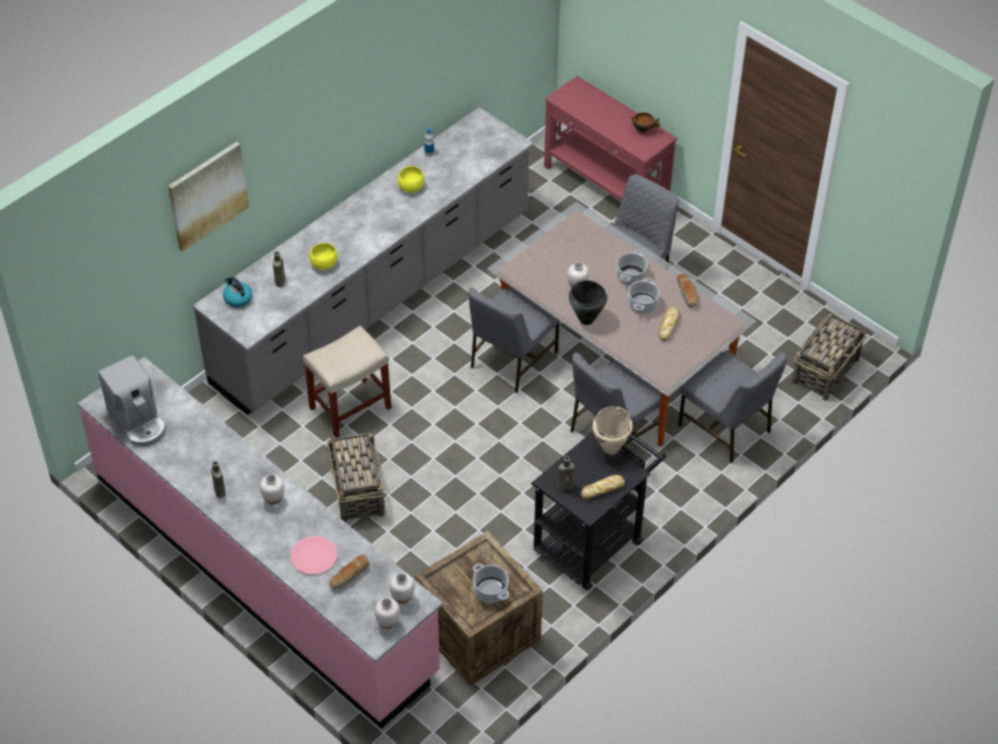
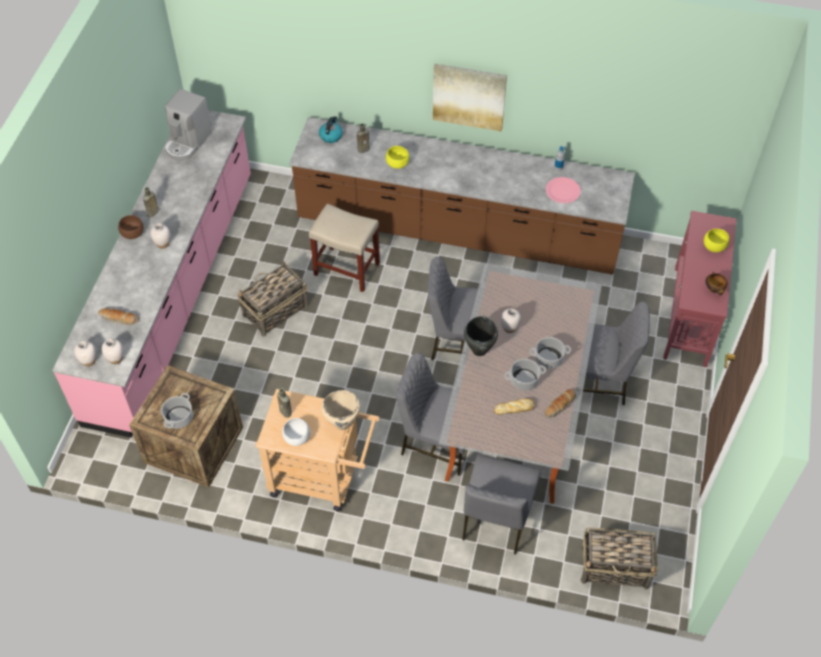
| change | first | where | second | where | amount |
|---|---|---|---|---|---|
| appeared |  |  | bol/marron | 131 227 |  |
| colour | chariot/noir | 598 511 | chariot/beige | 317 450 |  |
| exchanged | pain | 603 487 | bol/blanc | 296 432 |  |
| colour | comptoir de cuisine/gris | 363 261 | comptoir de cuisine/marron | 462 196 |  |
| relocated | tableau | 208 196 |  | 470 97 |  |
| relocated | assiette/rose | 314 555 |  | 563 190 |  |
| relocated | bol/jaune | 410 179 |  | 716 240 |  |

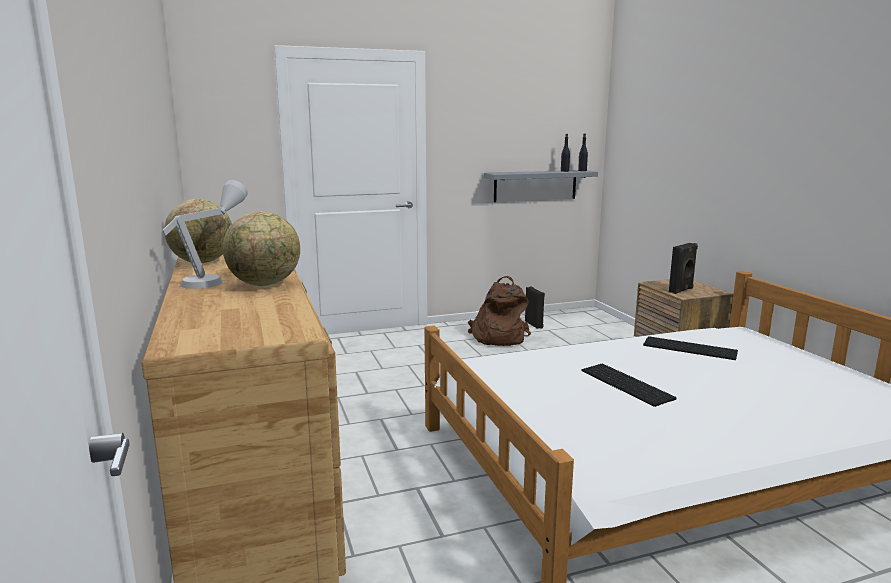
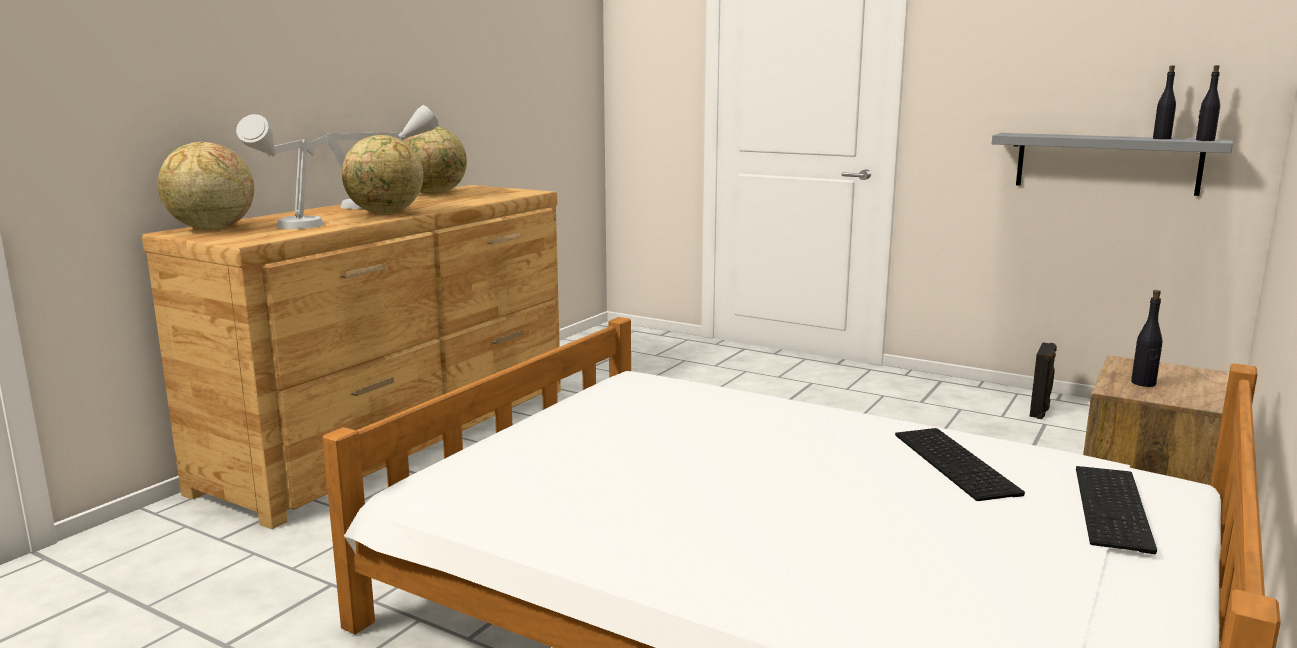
| change | first | where | second | where | amount |
|---|---|---|---|---|---|
| appeared |  |  | globe | 206 186 |  |
| appeared |  |  | lampe de table/gris | 280 171 |  |
| relocated | clavier | 629 385 |  | 1116 510 |  |
| exchanged | enceinte/noir | 683 268 | bouteille/noir | 1146 338 |  |
| missing | sac à dos/marron | 499 311 |  |  |  |

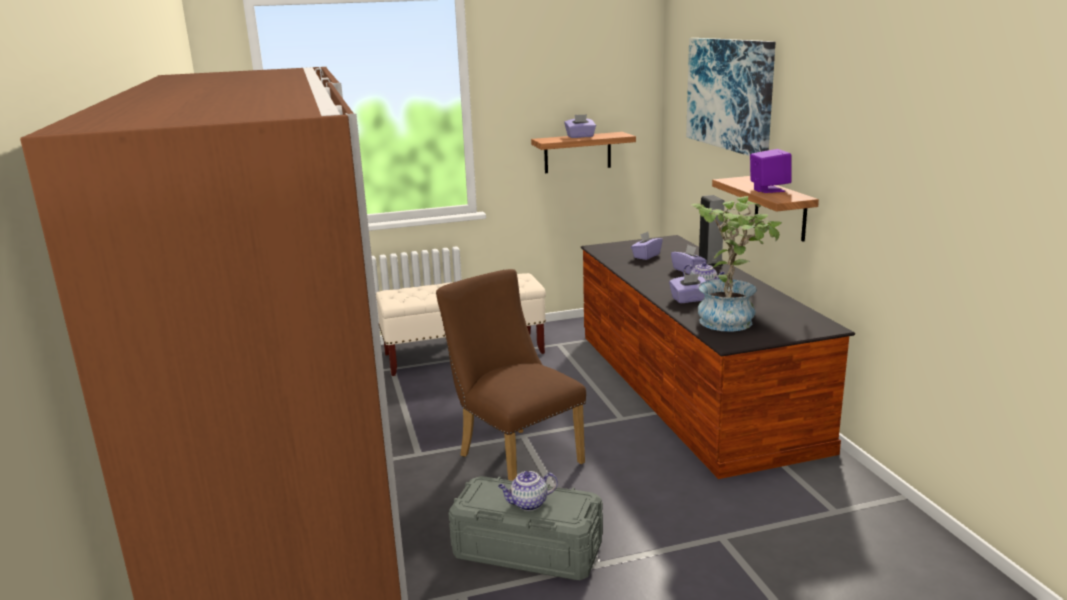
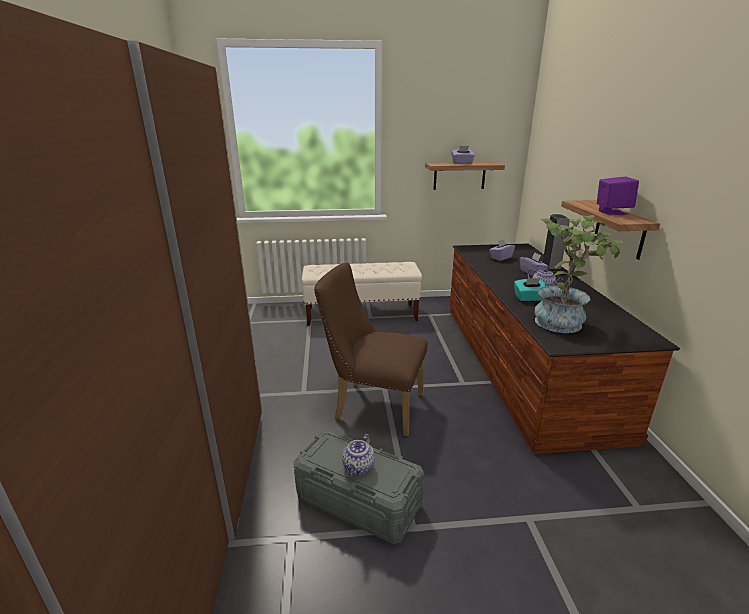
| change | first | where | second | where | amount |
|---|---|---|---|---|---|
| spun | chaise/marron | 511 375 |  | 371 349 | 45 degrees counterclockwise |
| spun | théière | 528 491 |  | 358 455 | 60 degrees counterclockwise |
| colour | boîte à mouchoirs/violet | 687 288 | boîte à mouchoirs/turquoise | 530 289 |  |
| missing | tableau | 730 97 |  |  |  |

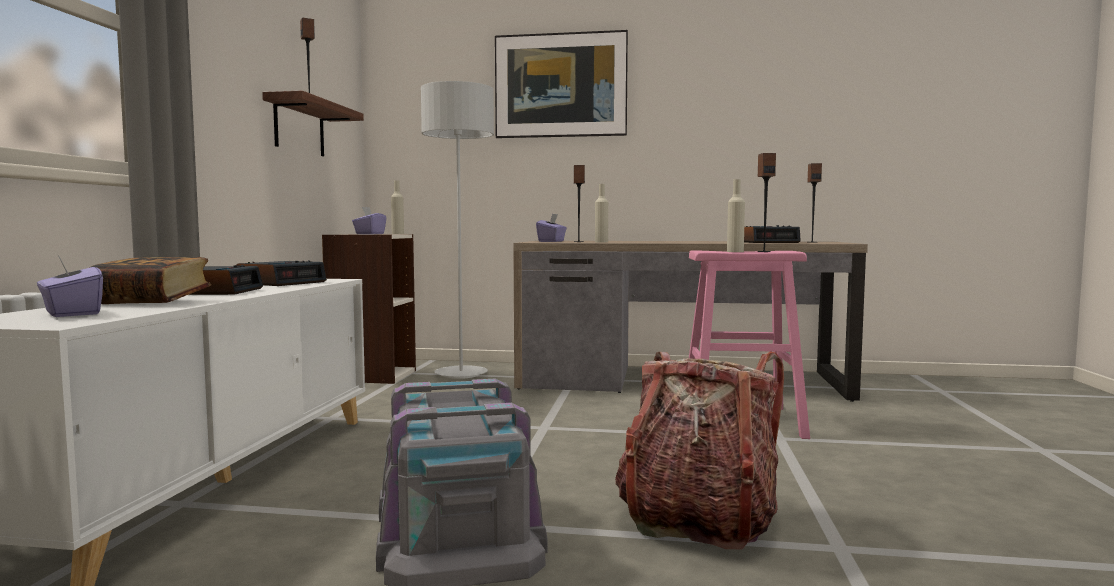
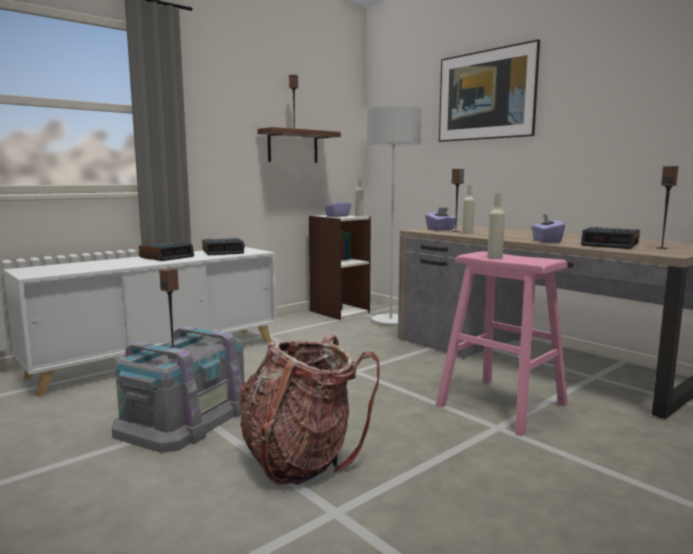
| change | first | where | second | where | amount |
|---|---|---|---|---|---|
| relocated | enceinte | 767 202 |  | 169 313 |  |
| relocated | boîte à mouchoirs/violet | 70 286 |  | 548 228 |  |
| missing | livre | 150 280 |  |  |  |

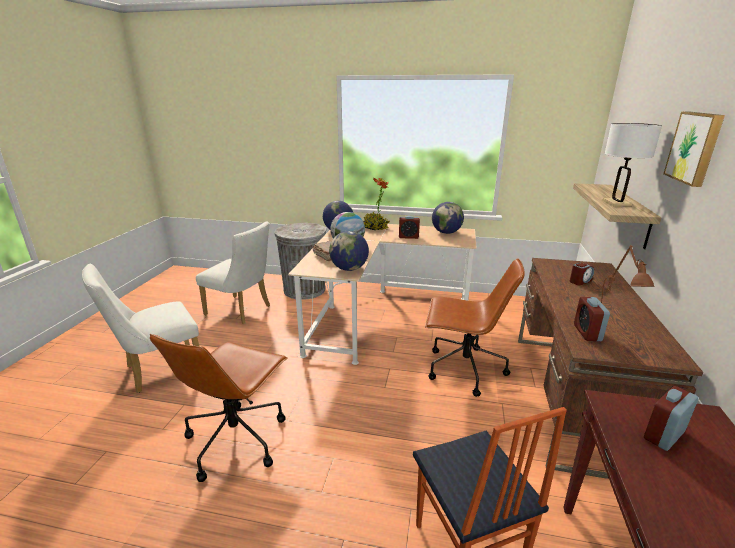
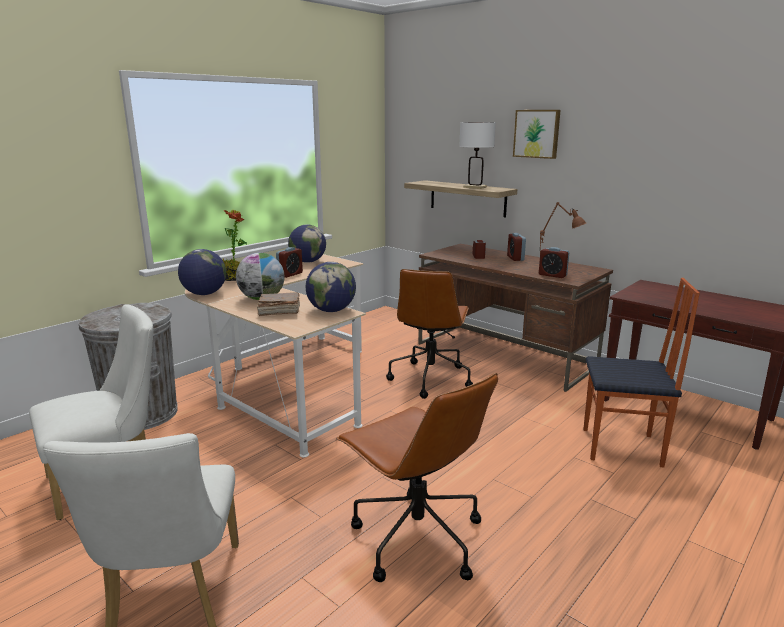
| change | first | where | second | where | amount |
|---|---|---|---|---|---|
| spun | chaise de bureau/marron | 475 327 |  | 429 334 | 150 degrees clockwise |
| relocated | réveil | 671 418 |  | 516 247 |  |

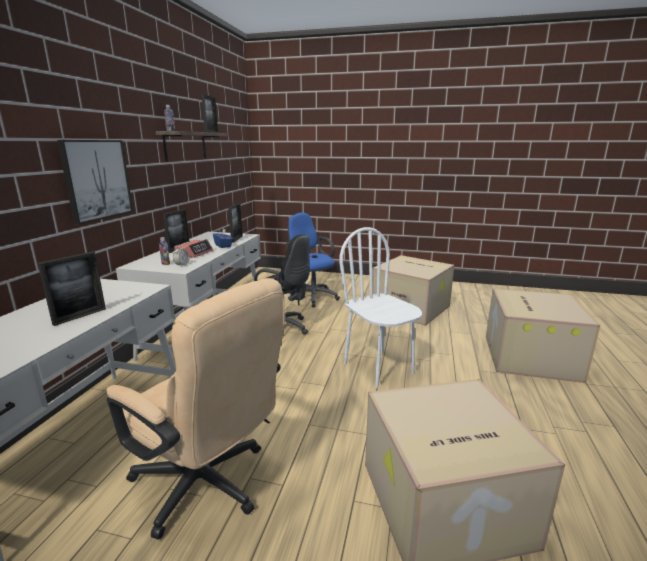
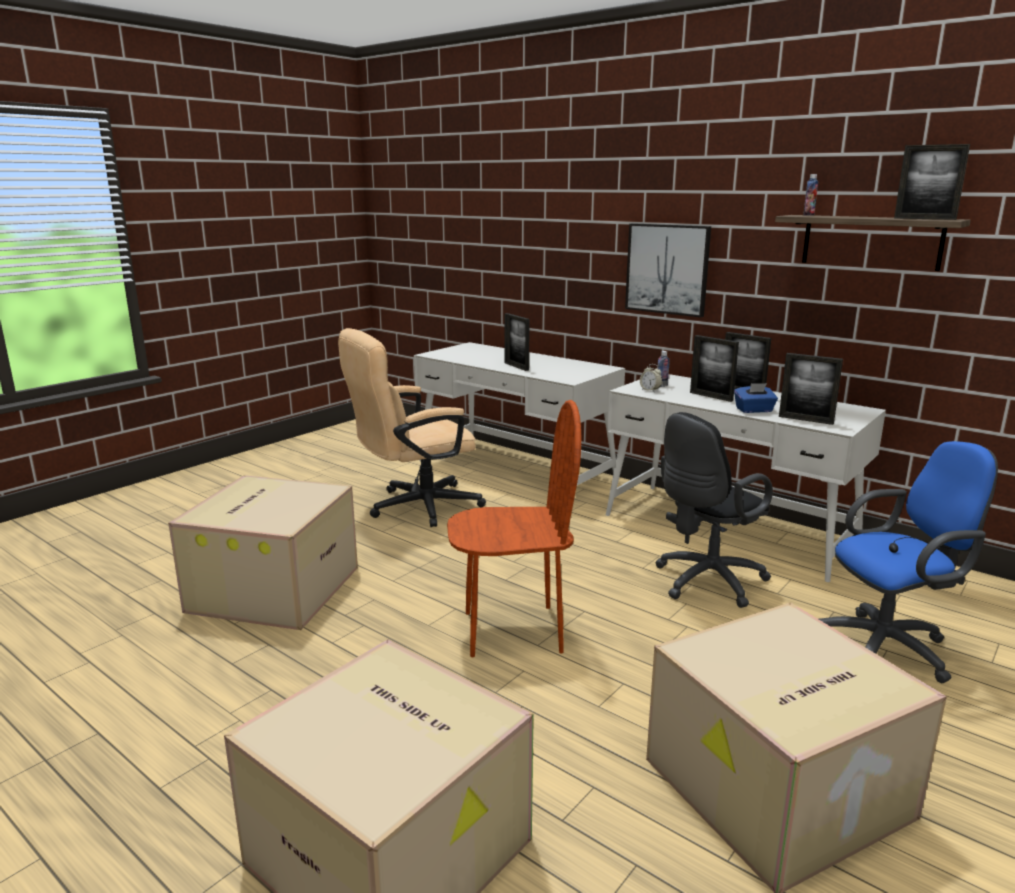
| change | first | where | second | where | amount |
|---|---|---|---|---|---|
| colour | chaise/blanc | 380 307 | chaise/marron | 514 528 |  |
| exchanged | réveil | 193 248 | cadre photo | 714 368 |  |

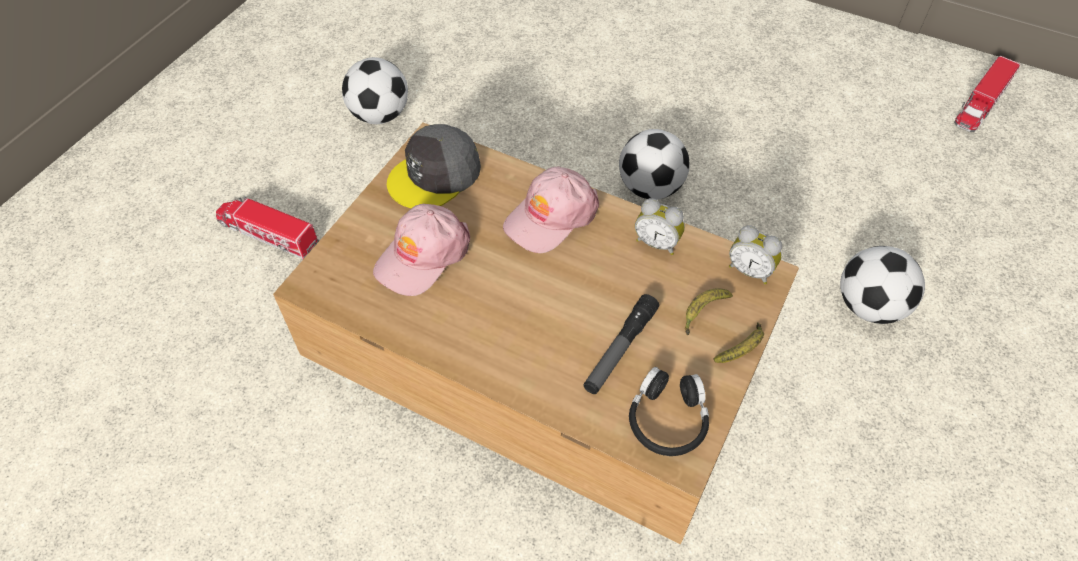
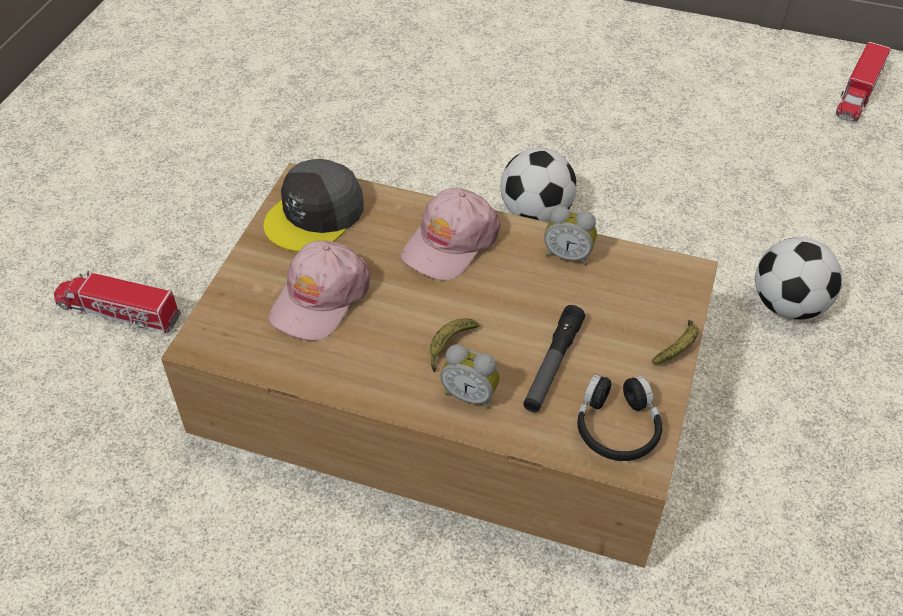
| change | first | where | second | where | amount |
|---|---|---|---|---|---|
| relocated | banane | 709 311 |  | 455 345 |  |
| relocated | réveil | 755 254 |  | 470 376 |  |
| missing | ballon de foot | 375 90 |  |  |  |

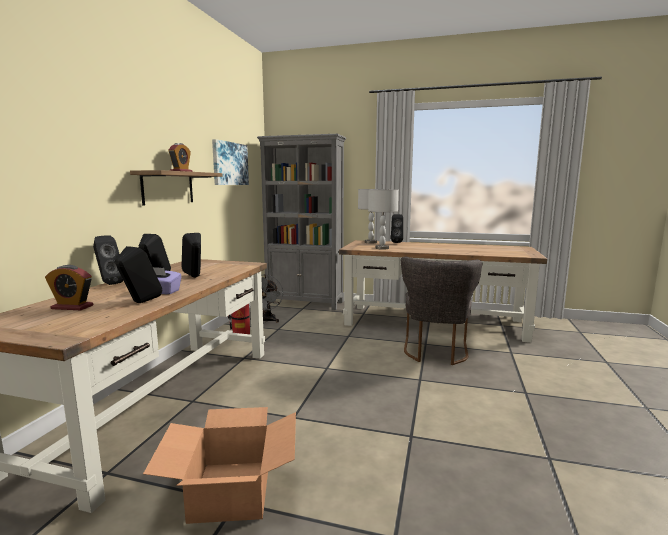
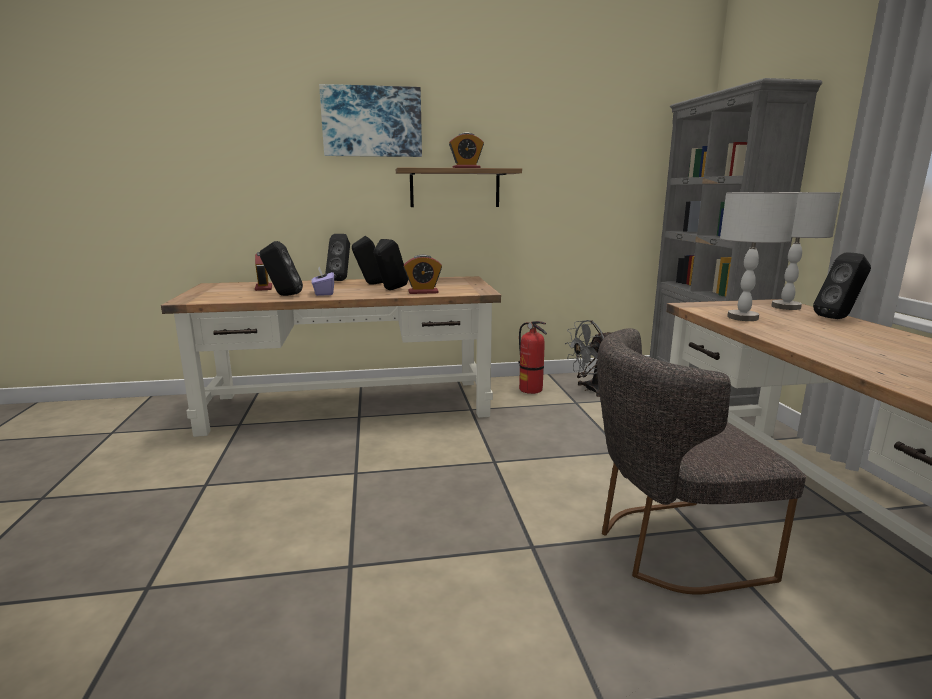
| change | first | where | second | where | amount |
|---|---|---|---|---|---|
| relocated | tableau | 230 162 |  | 370 120 |  |
| appeared |  |  | réveil | 423 274 |  |
| missing | carton | 219 465 |  |  |  |

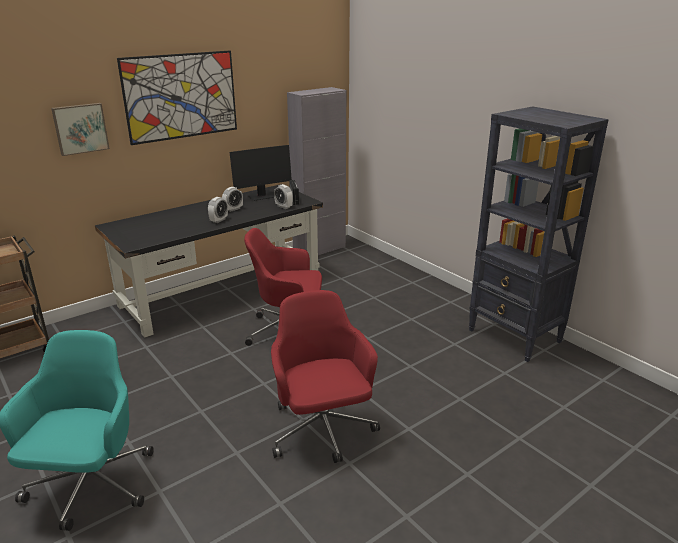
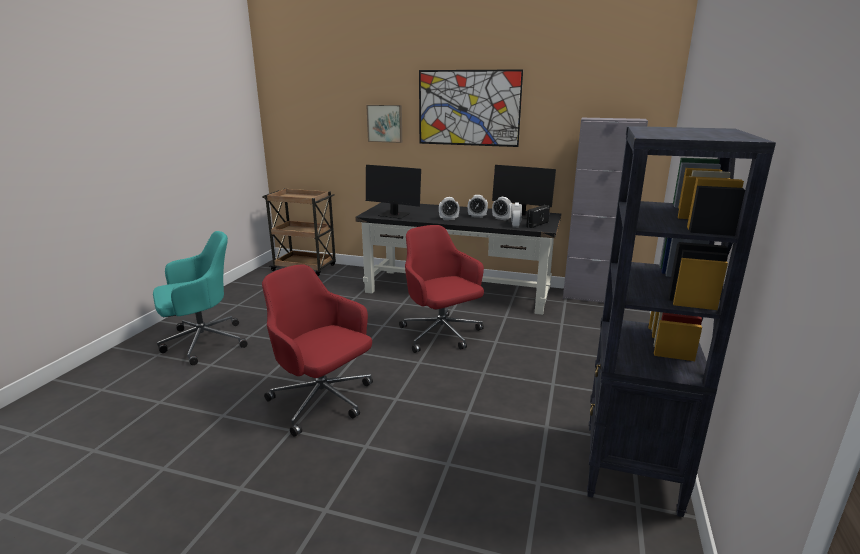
| change | first | where | second | where | amount |
|---|---|---|---|---|---|
| spun | chaise de bureau/rouge | 325 376 |  | 317 350 | 90 degrees counterclockwise |
| appeared |  |  | écran d'ordinateur | 393 192 |  |
| appeared |  |  | réveil | 502 209 |  |

